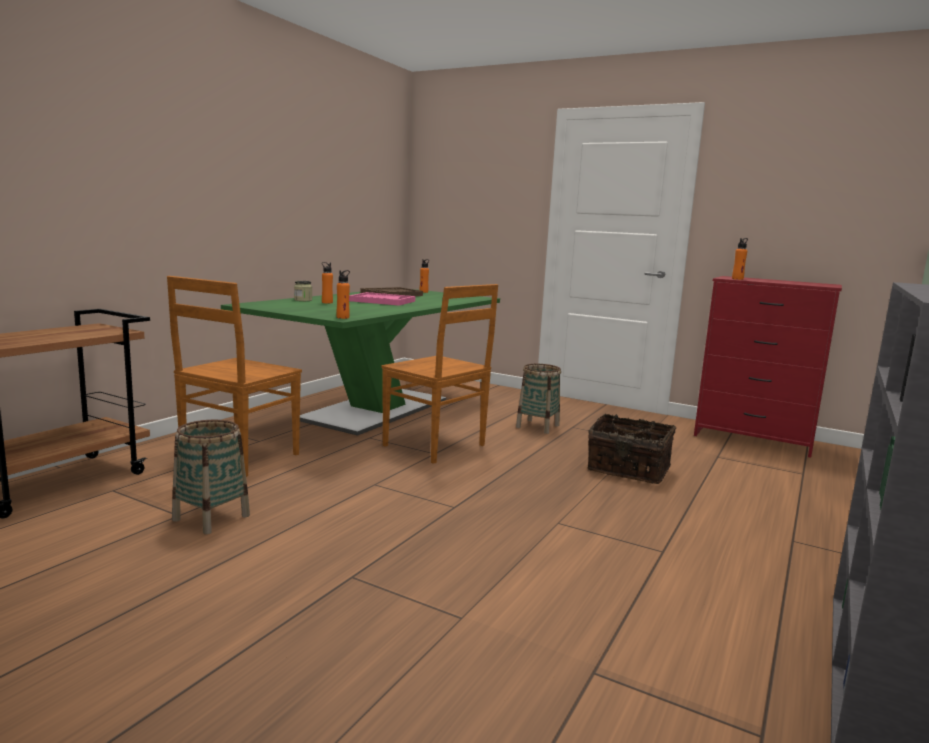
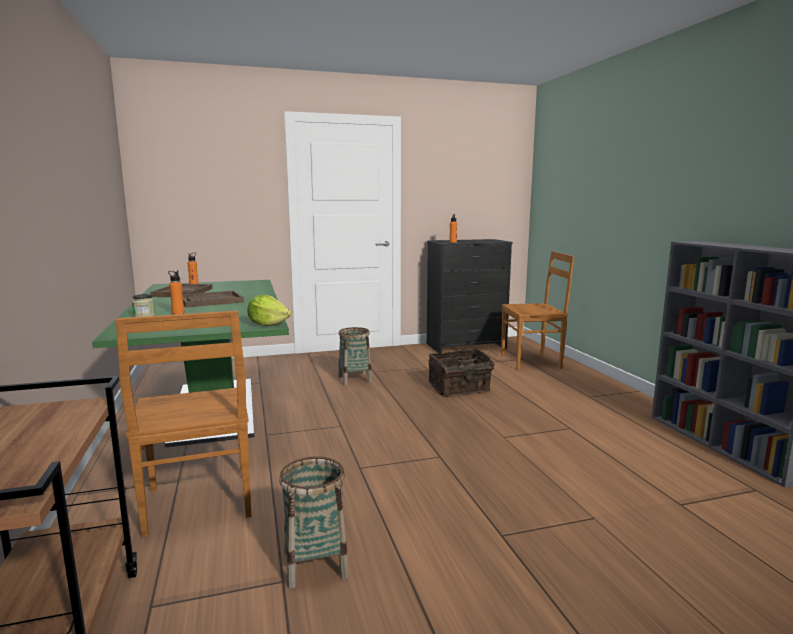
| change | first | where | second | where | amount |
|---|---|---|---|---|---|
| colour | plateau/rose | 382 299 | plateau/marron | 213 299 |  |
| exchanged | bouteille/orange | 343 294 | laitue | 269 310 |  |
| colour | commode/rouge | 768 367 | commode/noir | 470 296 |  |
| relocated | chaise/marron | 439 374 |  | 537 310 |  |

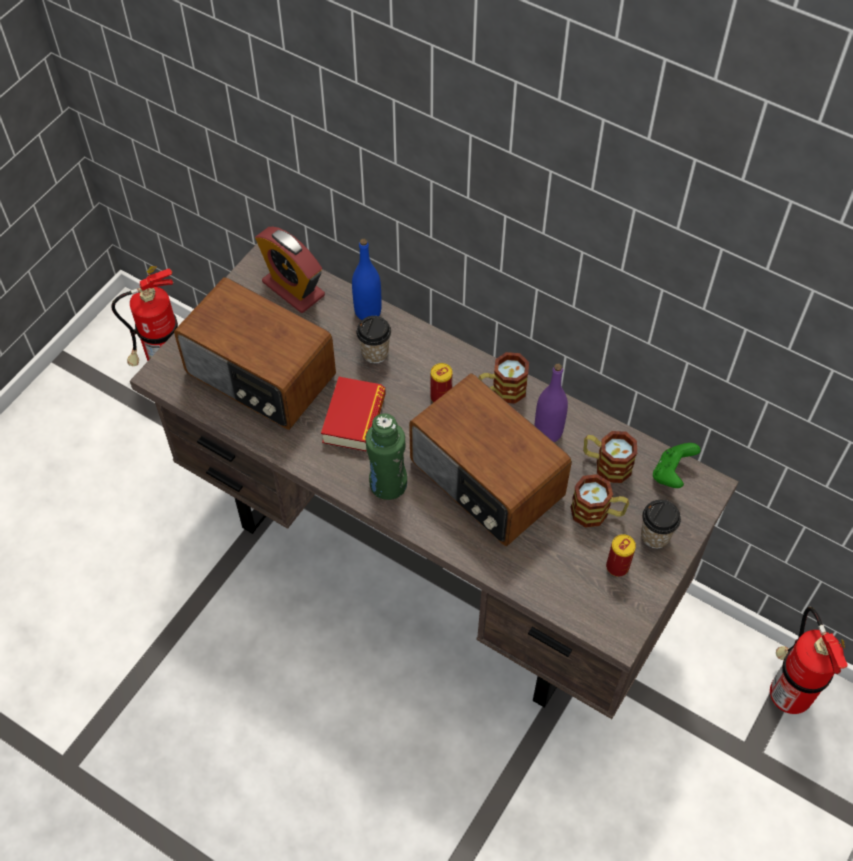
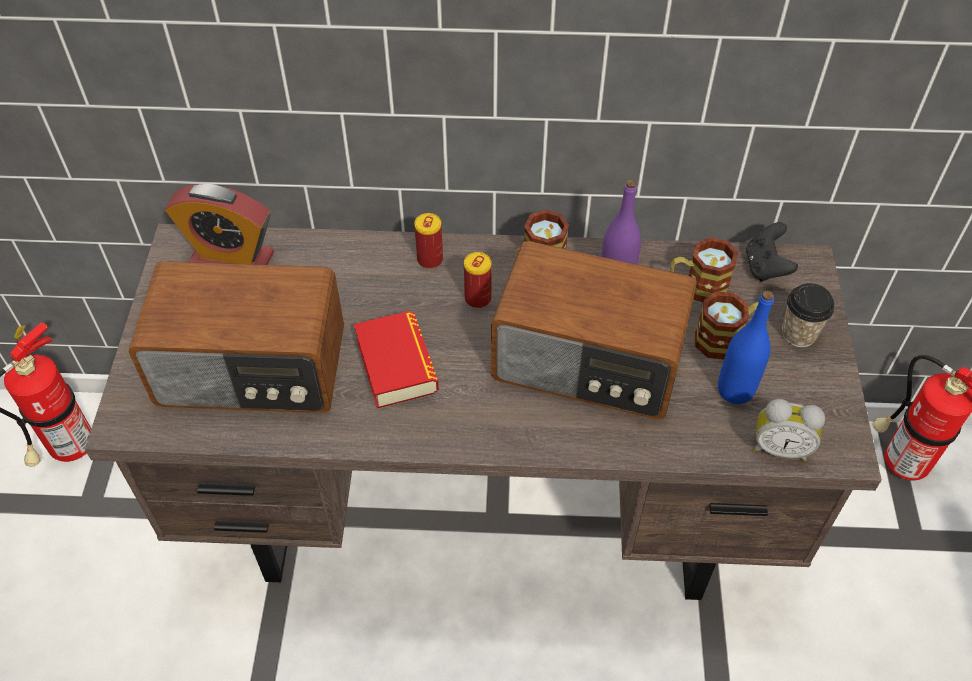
| change | first | where | second | where | amount |
|---|---|---|---|---|---|
| relocated | boîte métallique | 621 555 |  | 428 241 |  |
| relocated | bouteille/bleu | 367 279 |  | 746 347 |  |
| colour | manette/vert | 677 465 | manette/noir | 772 251 |  |
| appeared |  |  | réveil | 789 430 |  |
| missing | tasse | 373 340 |  |  |  |
| missing | bouteille/vert | 386 456 |  |  |  |

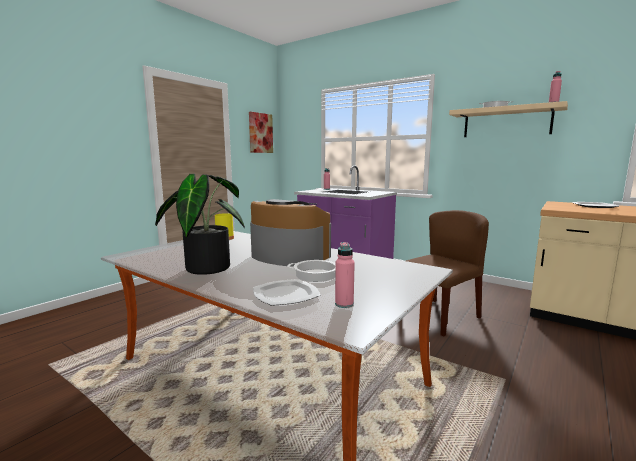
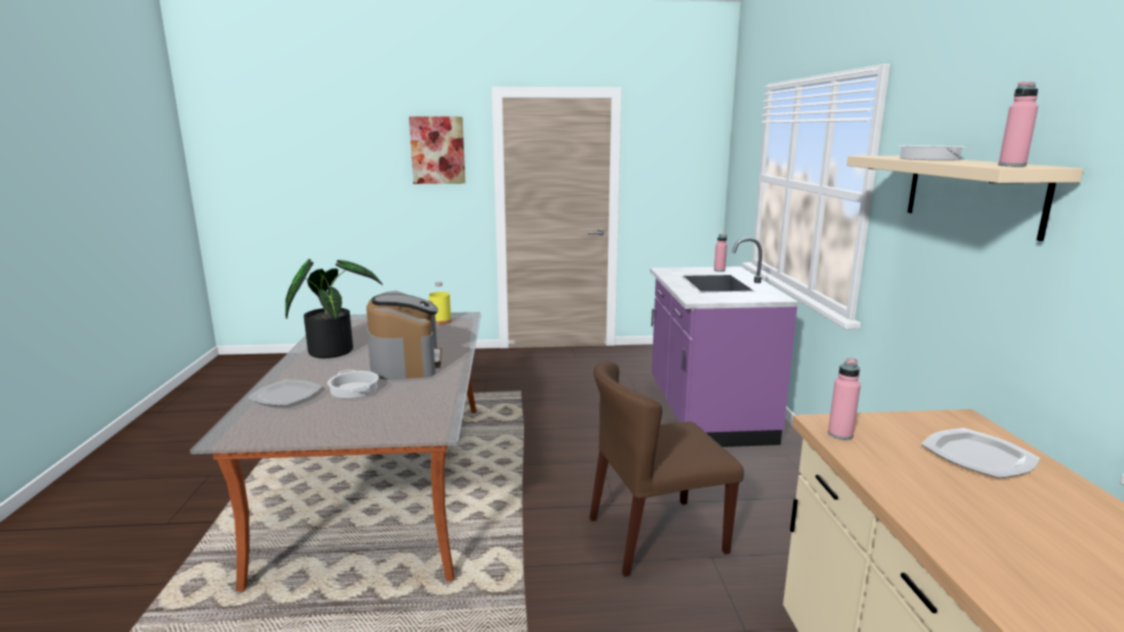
| change | first | where | second | where | amount |
|---|---|---|---|---|---|
| relocated | tableau | 261 132 |  | 437 150 |  |
| spun | chaise/marron | 447 273 |  | 667 469 | 150 degrees clockwise |
| relocated | bouteille/rose | 345 275 |  | 844 399 |  |

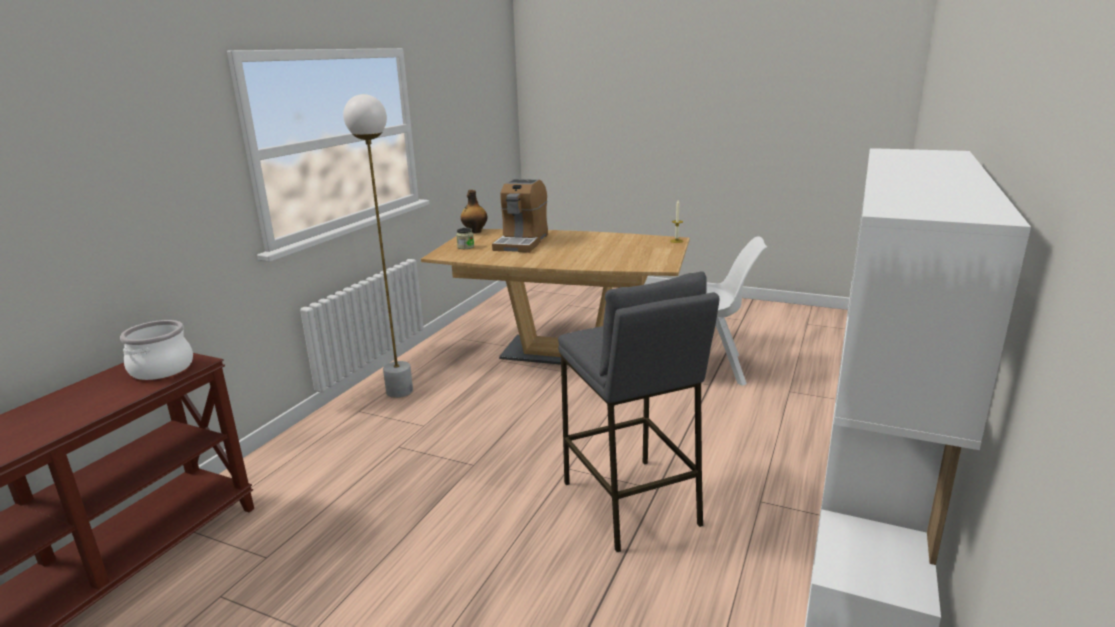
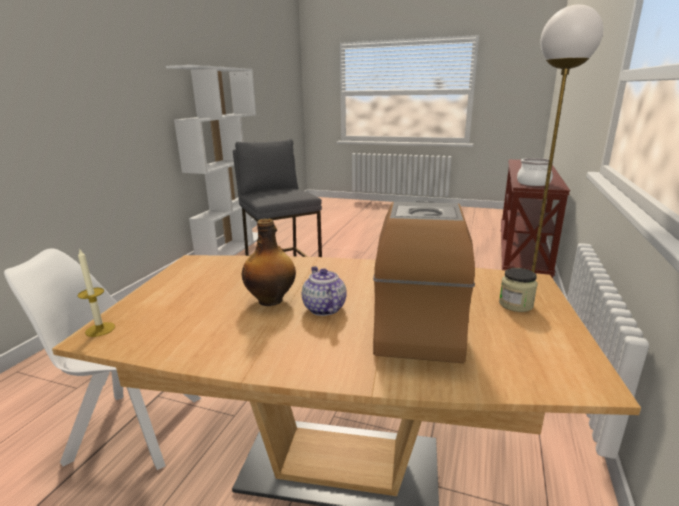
| change | first | where | second | where | amount |
|---|---|---|---|---|---|
| relocated | bouteille | 474 211 |  | 269 262 |  |
| appeared |  |  | théière | 324 291 |  |

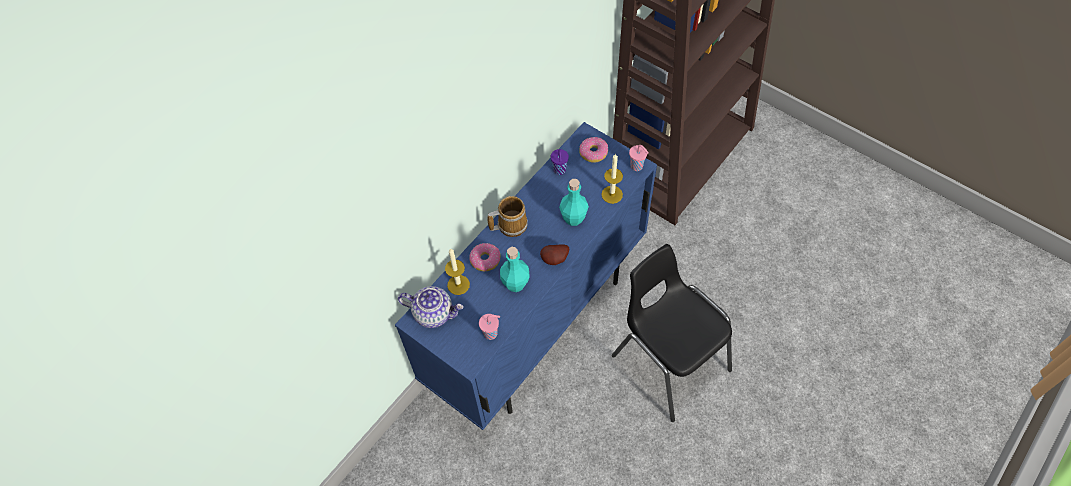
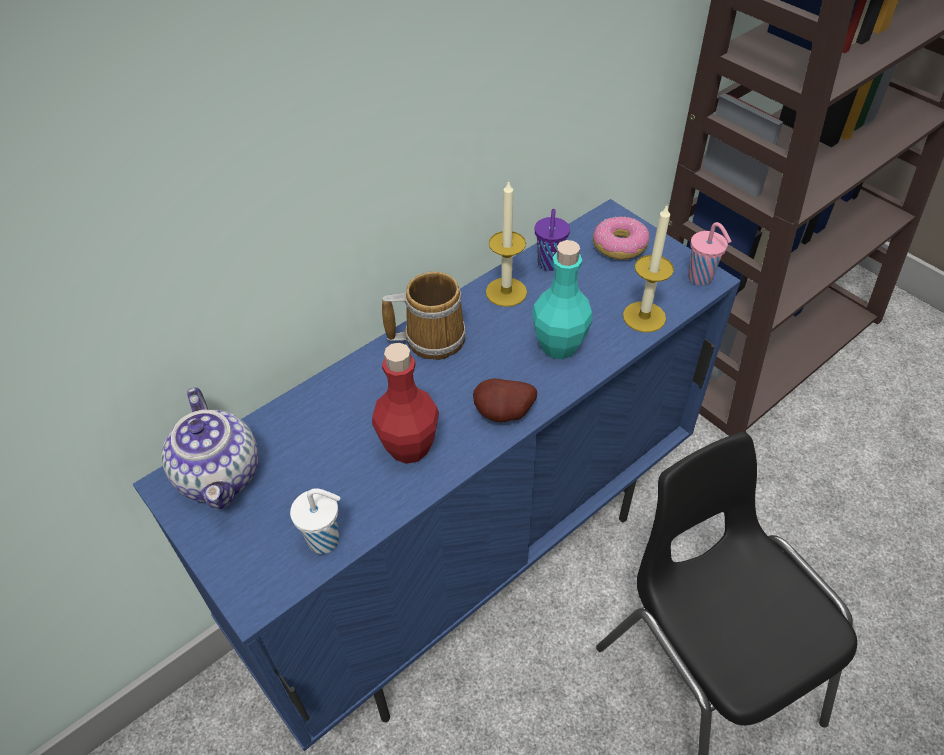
| change | first | where | second | where | amount |
|---|---|---|---|---|---|
| spun | théière | 430 307 |  | 210 448 | 45 degrees clockwise |
| colour | tasse/rose | 489 327 | tasse/blanc | 315 521 |  |
| colour | bouteille/turquoise | 515 269 | bouteille/rouge | 405 403 |  |
| relocated | bougie | 457 271 |  | 506 243 |  |
| missing | beignet | 484 257 |  |  |  |

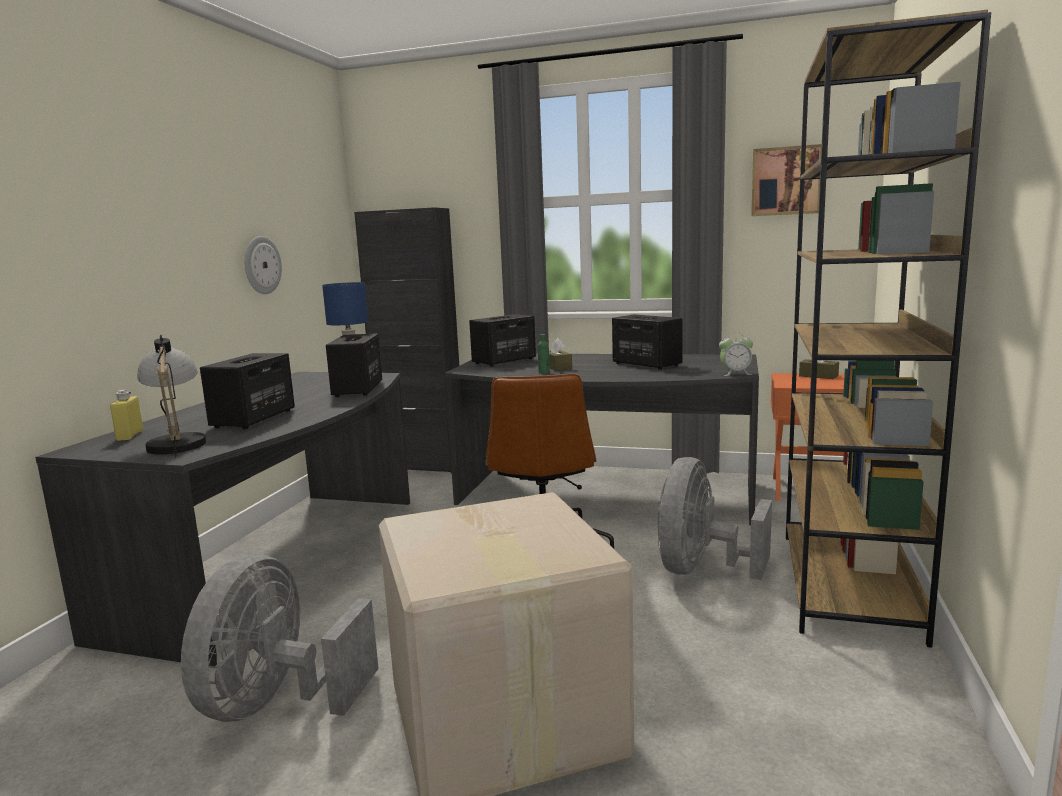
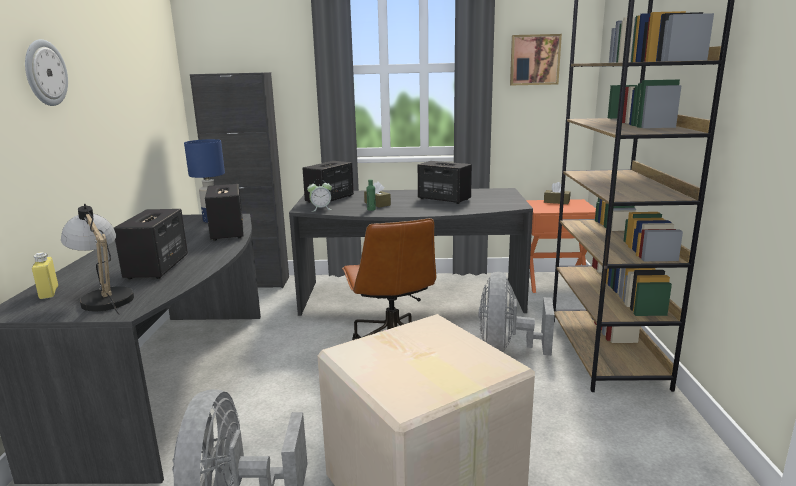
| change | first | where | second | where | amount |
|---|---|---|---|---|---|
| relocated | horloge murale | 263 265 |  | 46 72 |  |
| relocated | réveil | 736 354 |  | 319 195 |  |

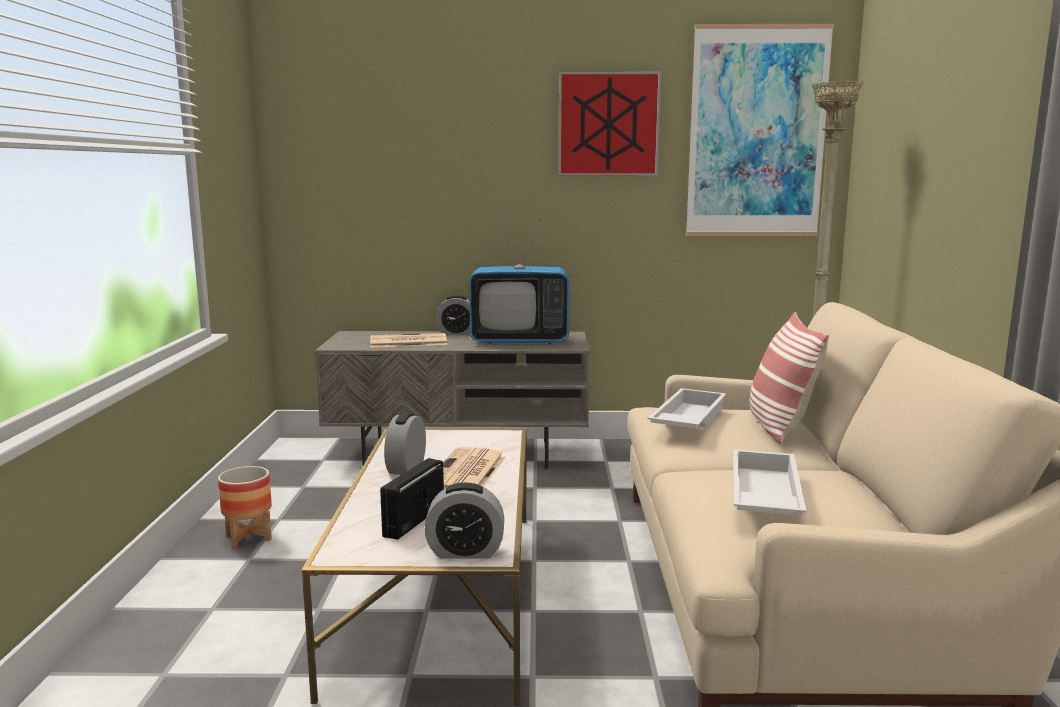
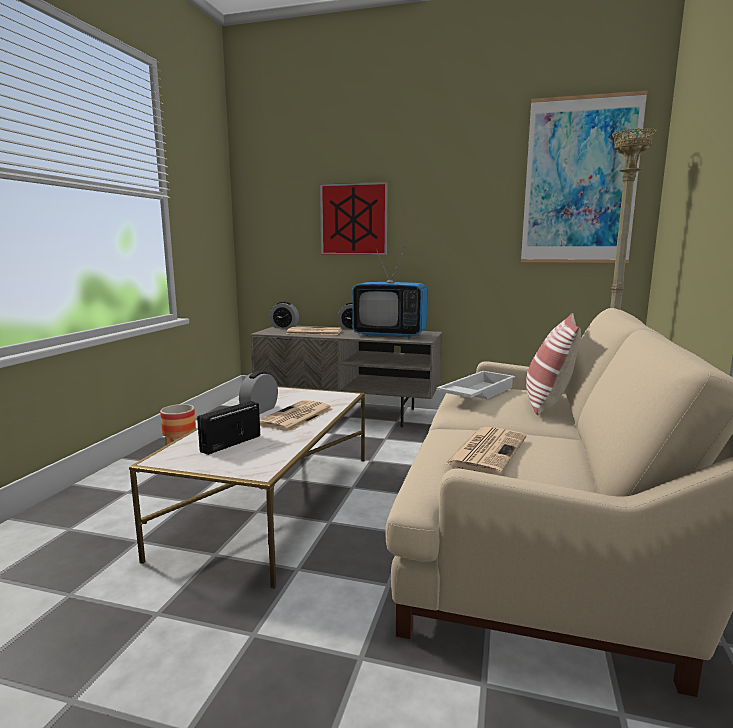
| change | first | where | second | where | amount |
|---|---|---|---|---|---|
| relocated | réveil | 464 520 |  | 284 315 |  |
| relocated | tableau | 609 123 |  | 354 218 |  |
| exchanged | plateau/blanc | 769 482 | journal | 484 451 |  |

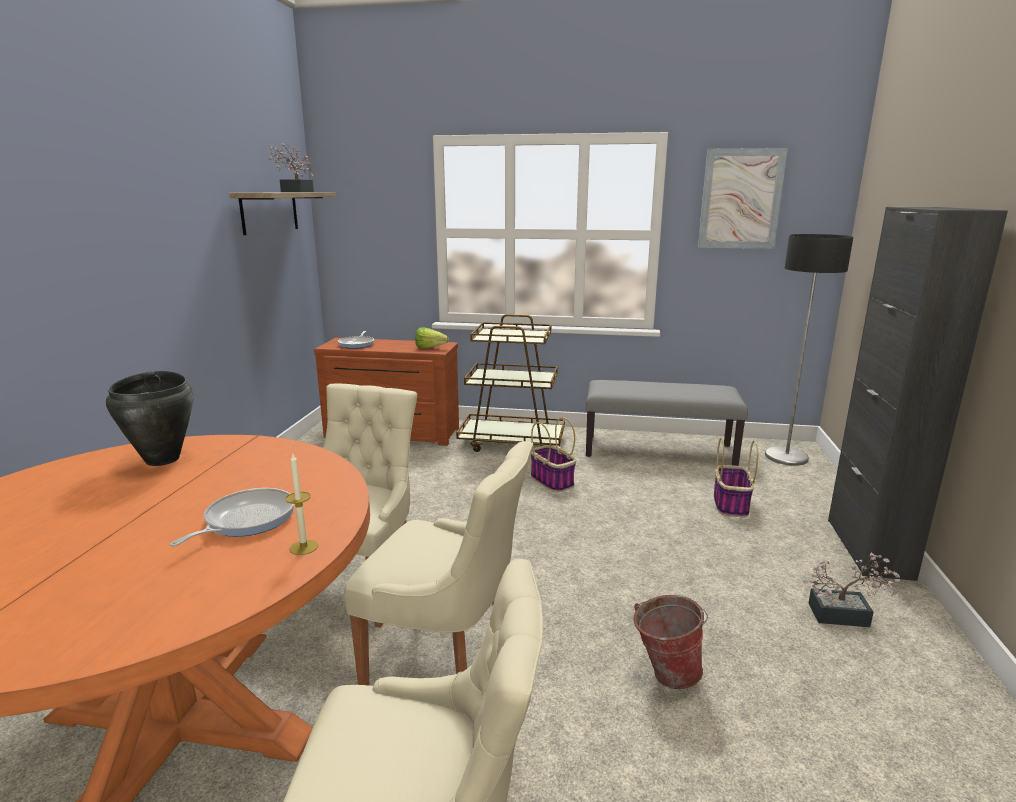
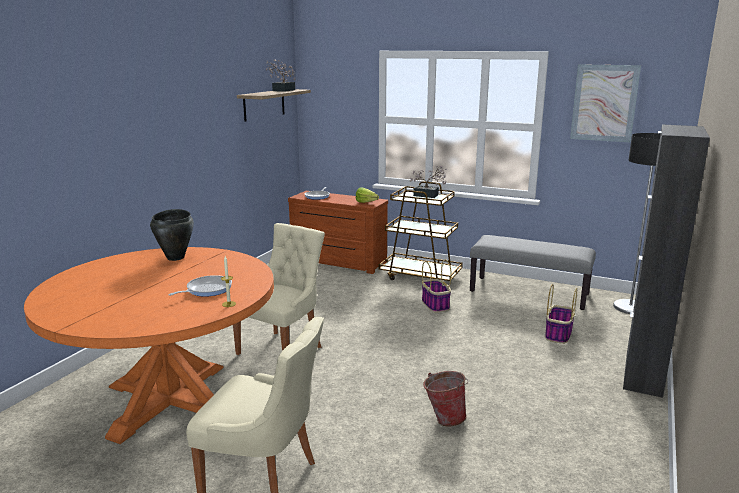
| change | first | where | second | where | amount |
|---|---|---|---|---|---|
| relocated | plante en pot | 851 590 |  | 428 182 |  |
| missing | chaise/beige | 438 563 |  |  |  |

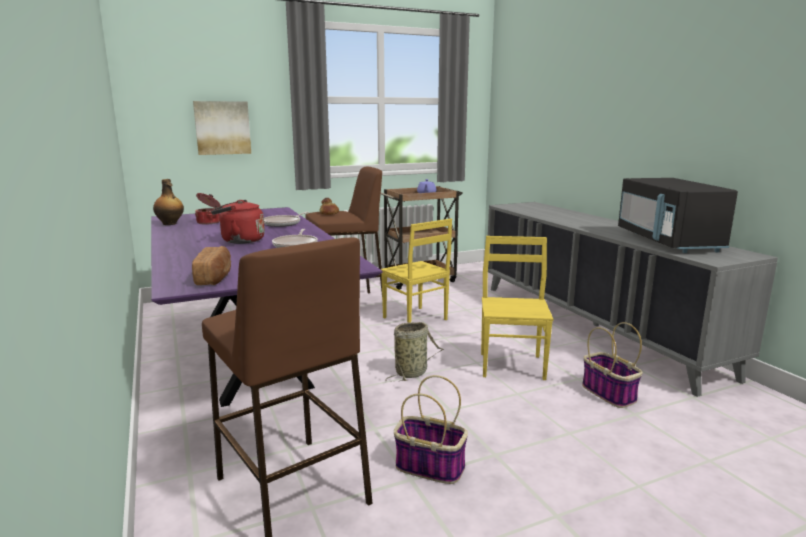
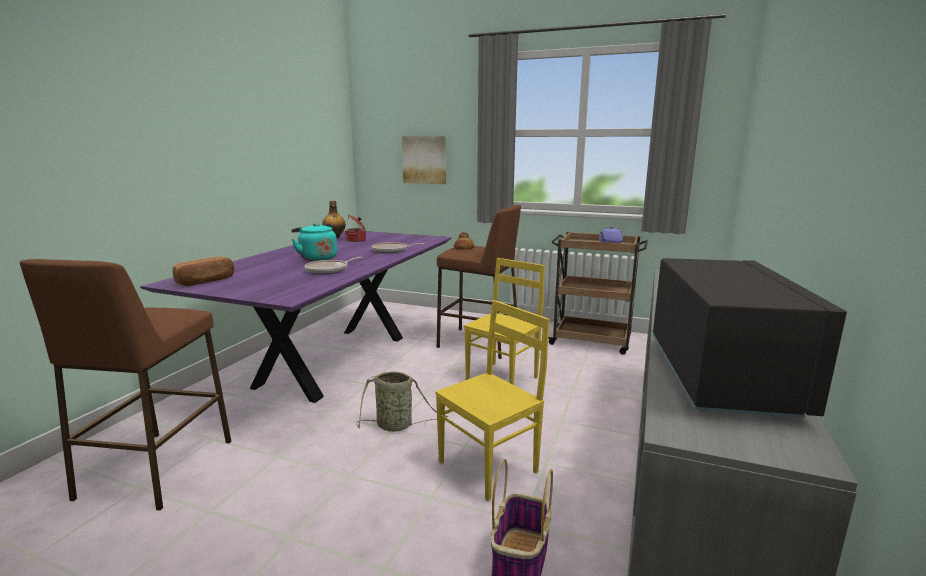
| change | first | where | second | where | amount |
|---|---|---|---|---|---|
| colour | bouilloire/rouge | 238 222 | bouilloire/turquoise | 314 242 |  |
| spun | chaise/jaune | 416 271 |  | 504 321 | 150 degrees counterclockwise |
| spun | micro-ondes/noir | 678 215 |  | 749 338 | 150 degrees clockwise |
| missing | panier | 431 429 |  |  |  |

